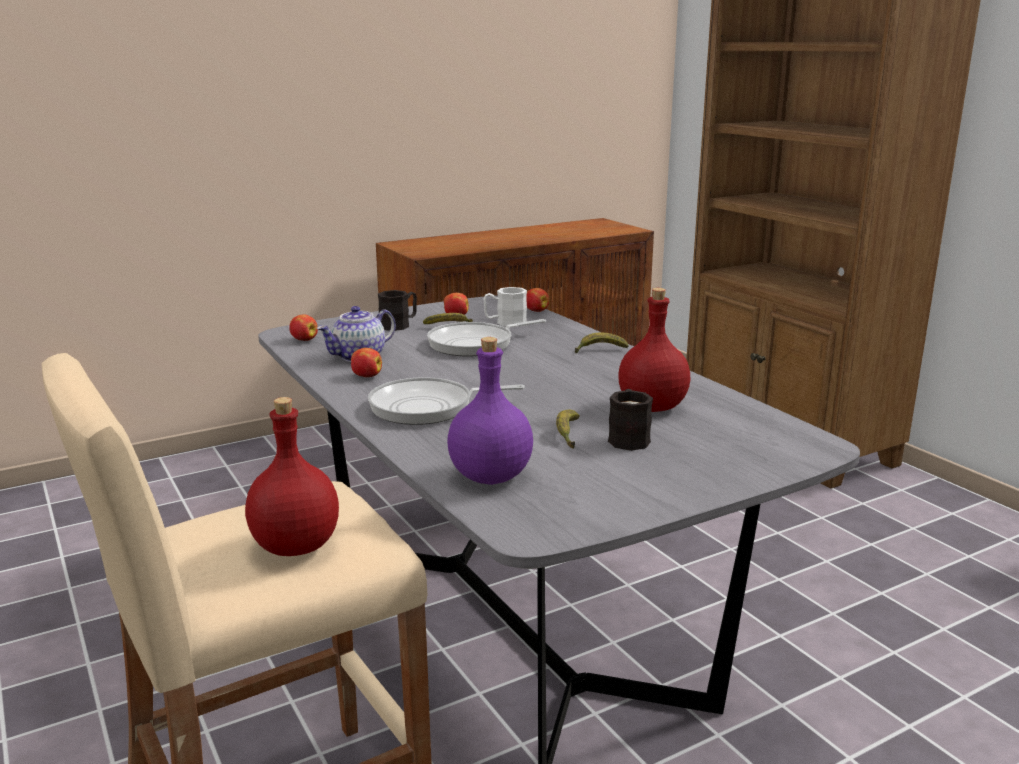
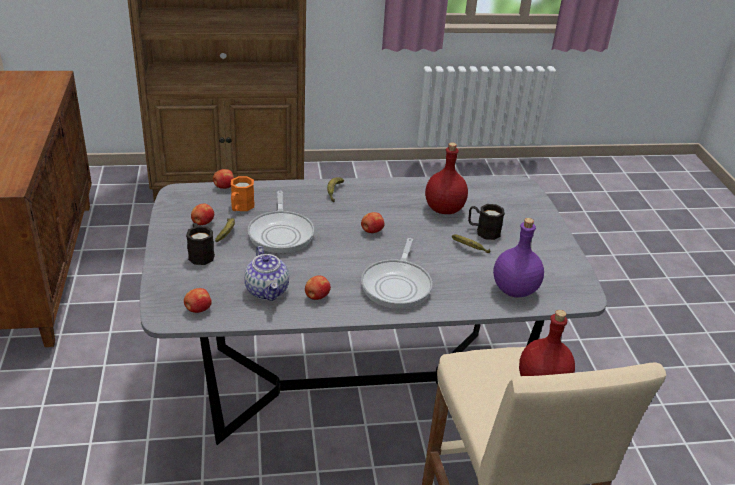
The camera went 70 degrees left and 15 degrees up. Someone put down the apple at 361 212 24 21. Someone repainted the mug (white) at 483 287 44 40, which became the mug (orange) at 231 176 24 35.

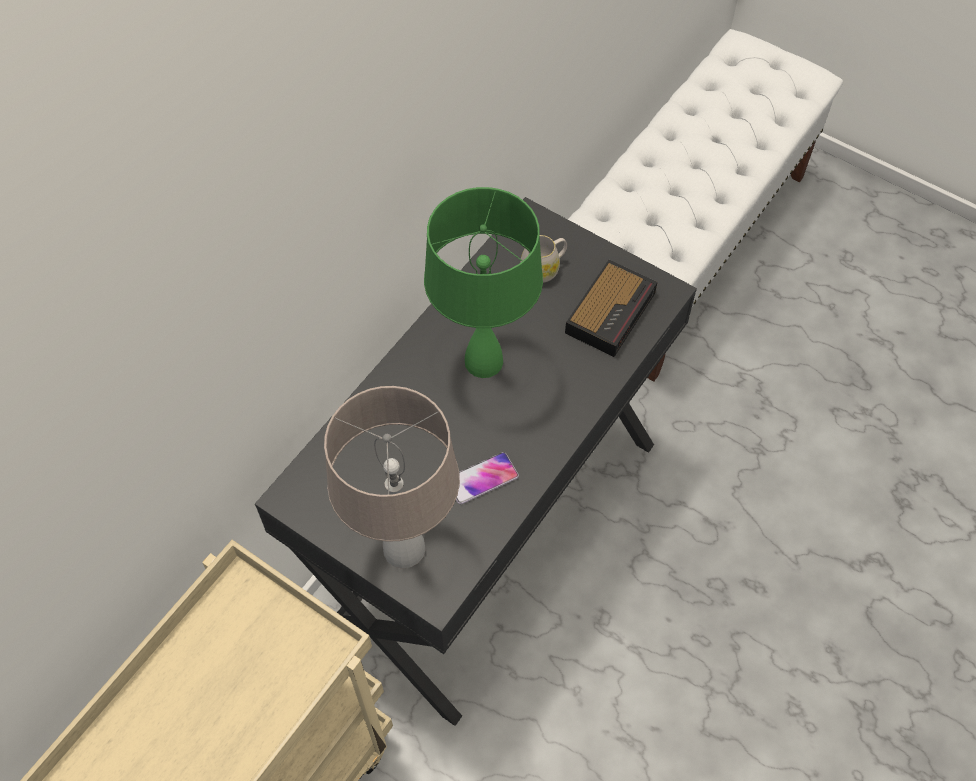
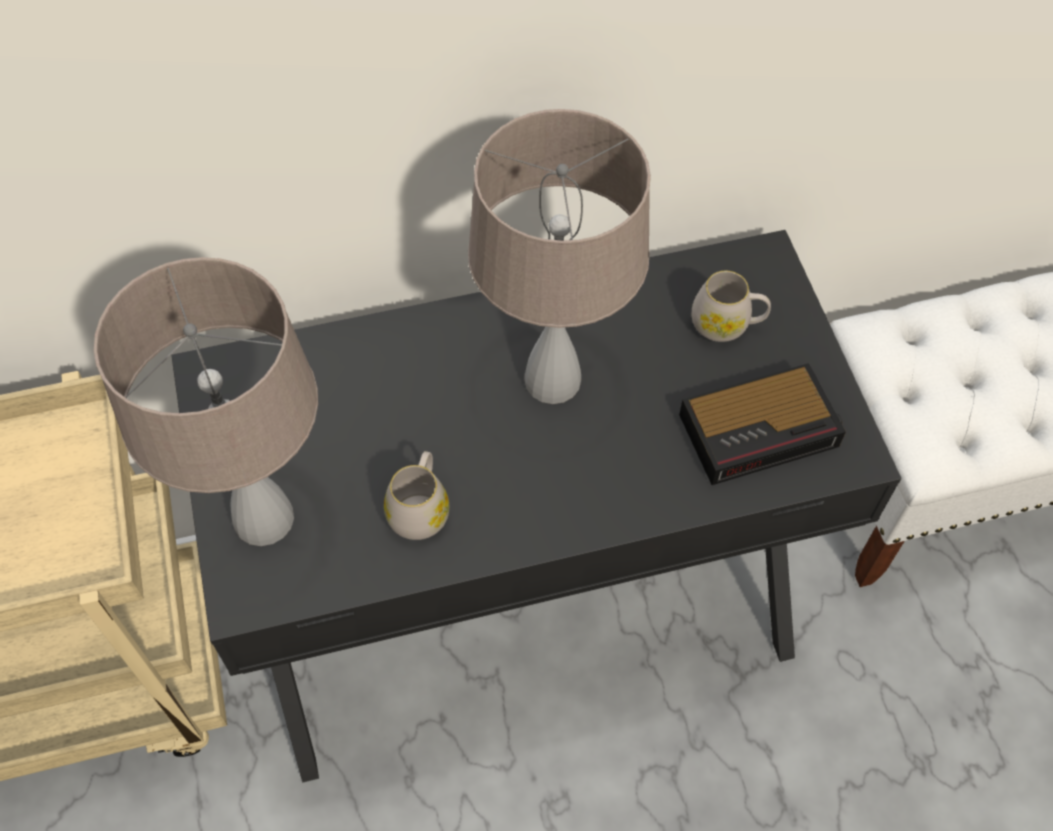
The camera went 40 degrees right and 0 degrees up. Someone swapped the phone at 456 452 63 52 for the mug (white) at 384 451 65 89. Someone repainted the table lamp (green) at 424 187 119 191, which became the table lamp (beige) at 468 109 183 295.

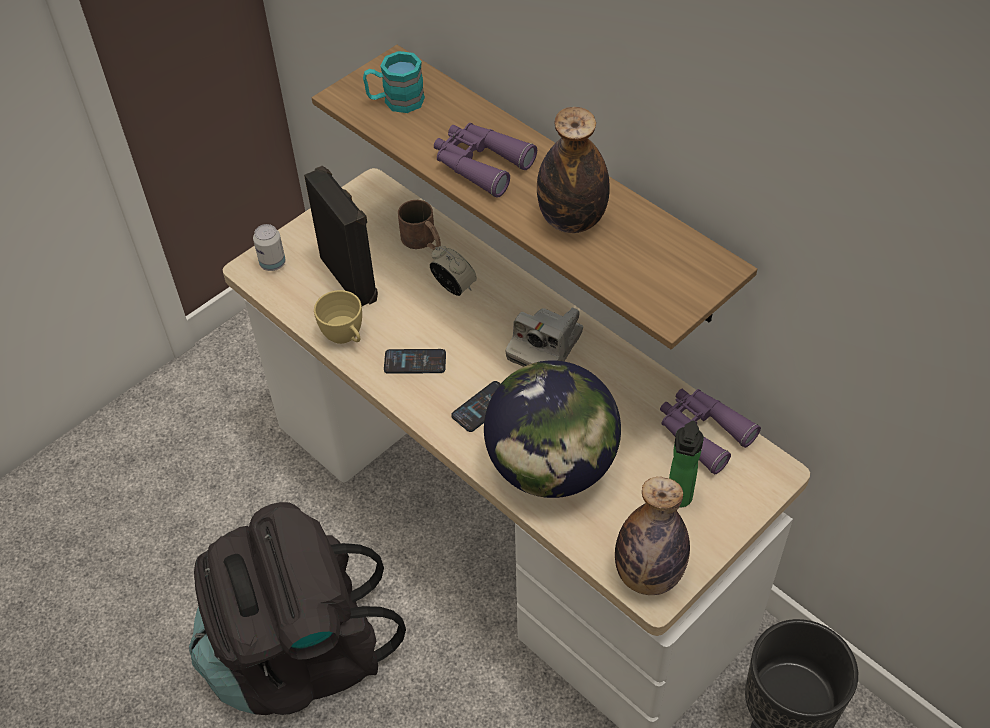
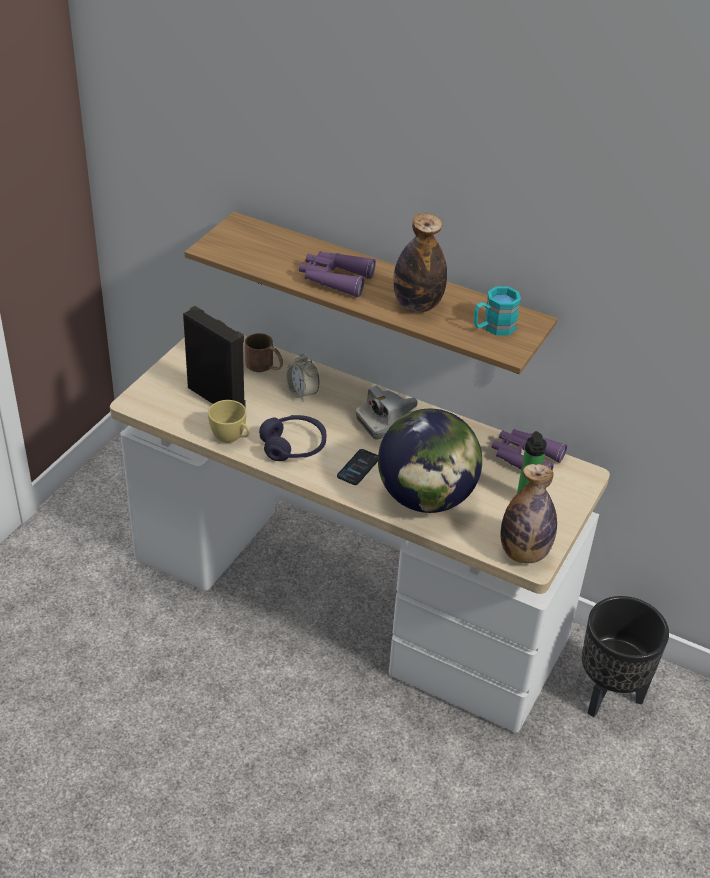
The camera went 20 degrees left and 10 degrees down. Someone took away the backpack (black) at 189 502 217 213. Someone took away the can at 253 224 33 47. Someone carried the mug (turquoise) from 363 51 62 62 to 474 286 47 49. Someone swapped the phone at 384 349 62 25 for the headphones (purple) at 259 415 67 46. Someone rotated the alarm clock at 430 246 47 50 by 150 degrees counterclockwise. Someone rotated the photo camera at 506 307 77 60 by 45 degrees clockwise.

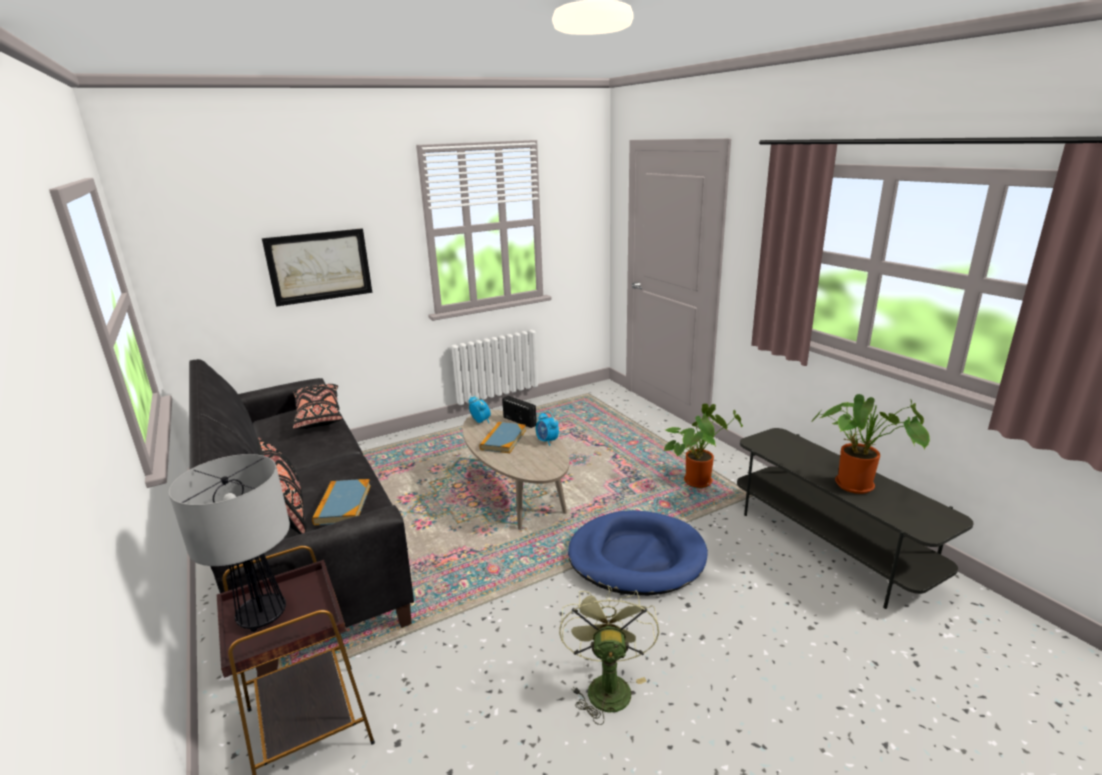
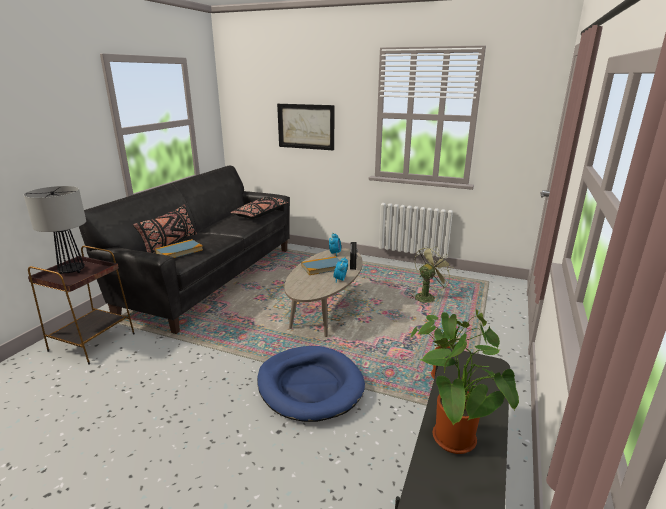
The camera went 50 degrees right and 0 degrees up. Someone carried the fan (green) from 559 585 100 140 to 410 246 44 57.

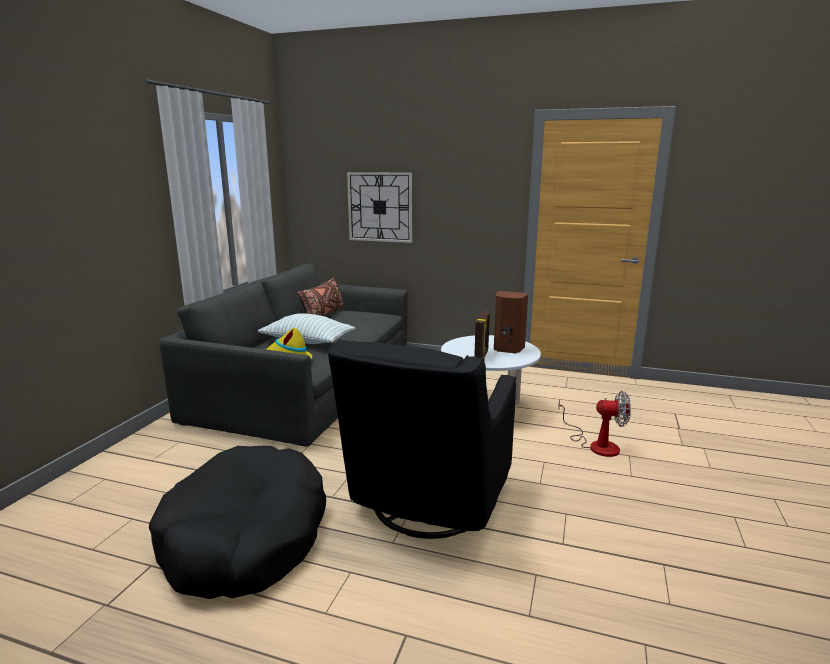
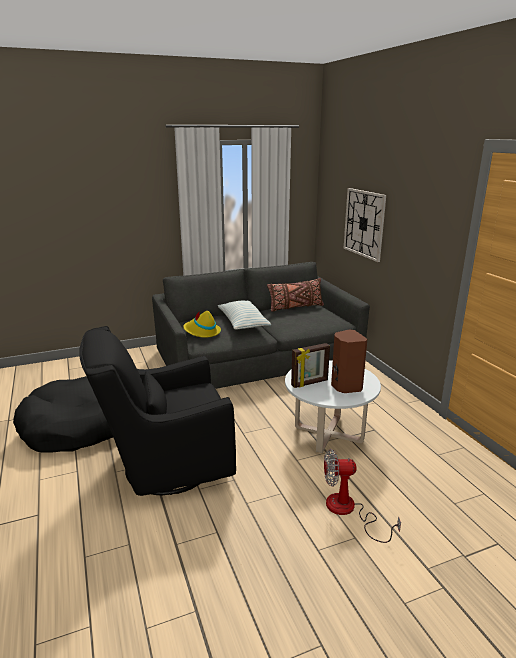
The camera went 50 degrees right and 5 degrees up. Someone rotated the fan at 558 391 73 66 by 120 degrees clockwise.

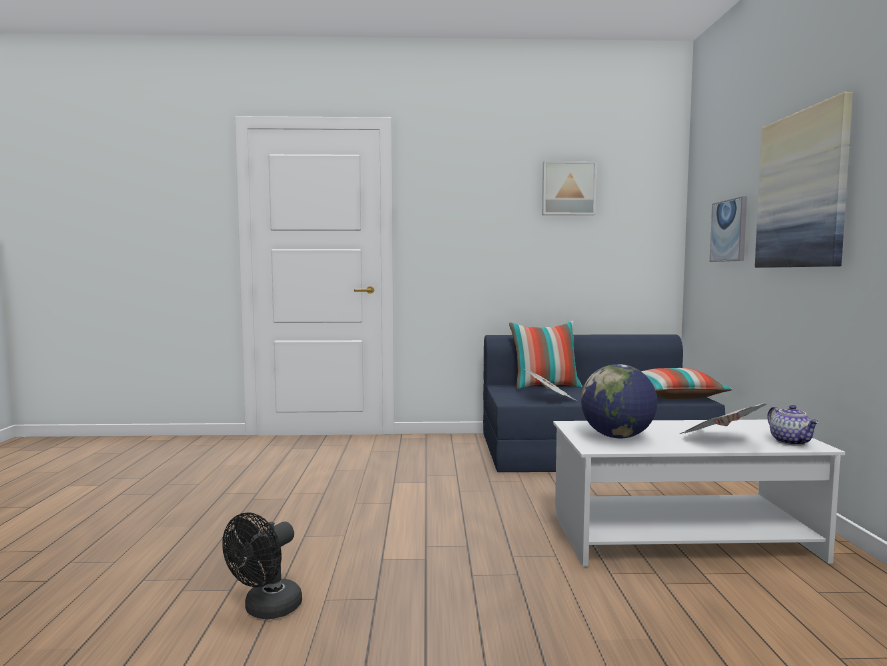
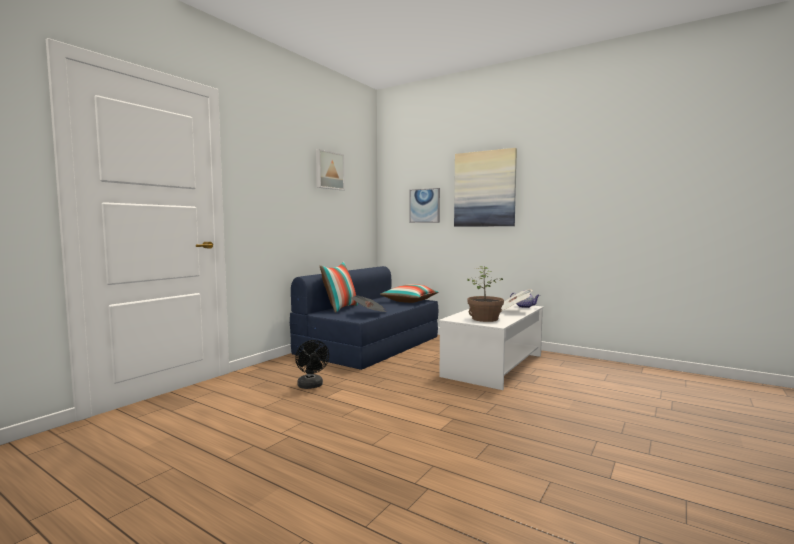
The camera went 55 degrees left and 0 degrees up. Someone carried the fan (black) from 222 512 80 107 to 295 340 34 49. Someone swapped the globe at 581 364 76 74 for the potted plant at 467 266 37 56.

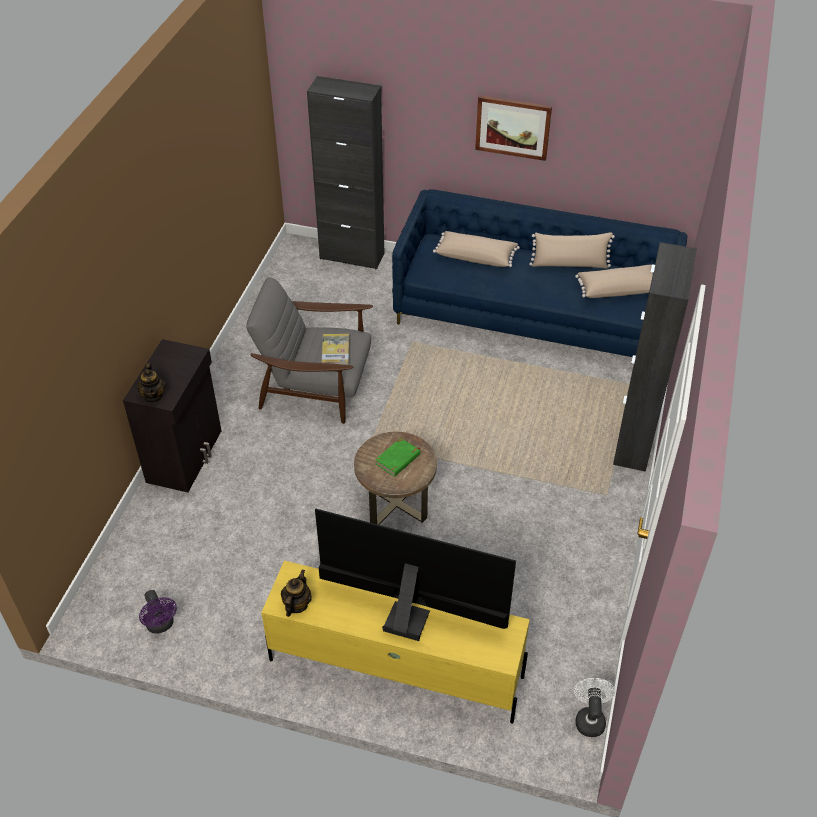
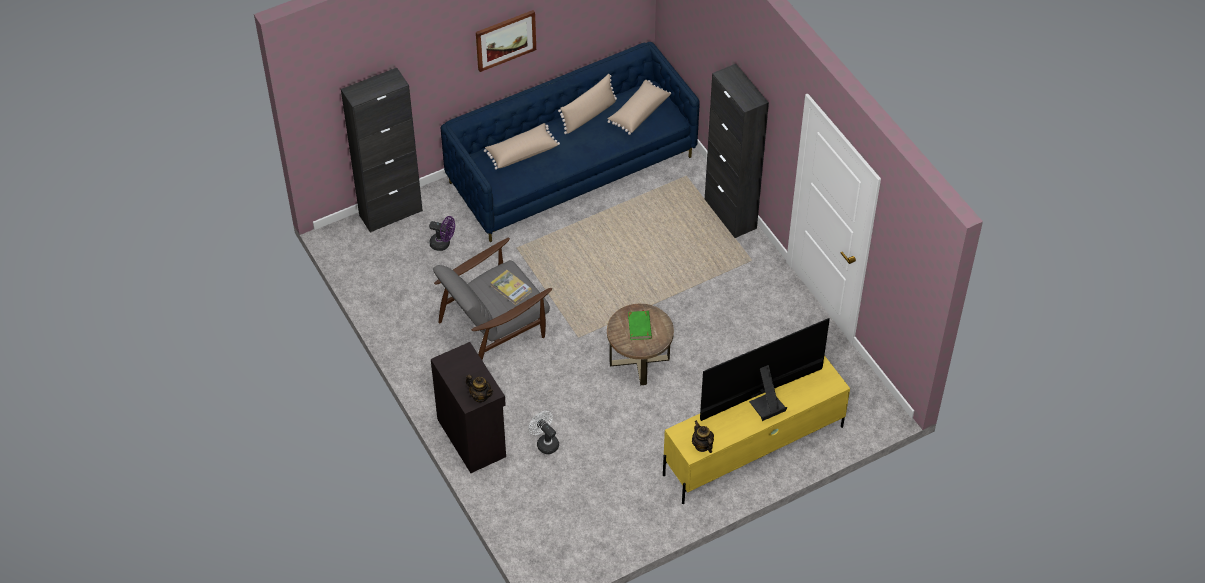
The camera went 45 degrees left and 5 degrees up. Someone carried the fan (purple) from 139 590 38 43 to 429 216 26 35. Someone carried the fan (white) from 574 678 41 59 to 529 411 30 43.

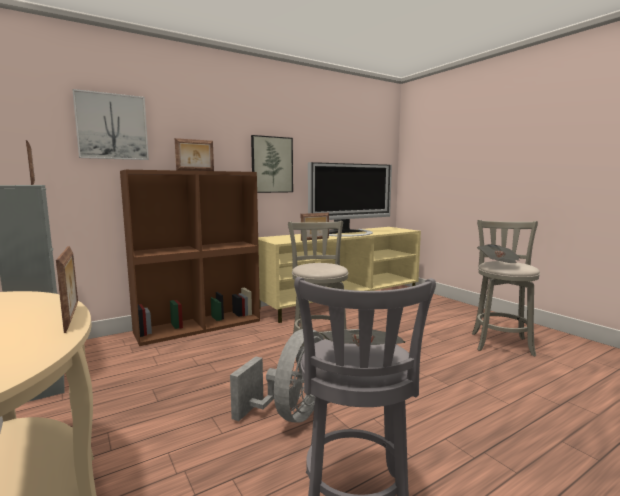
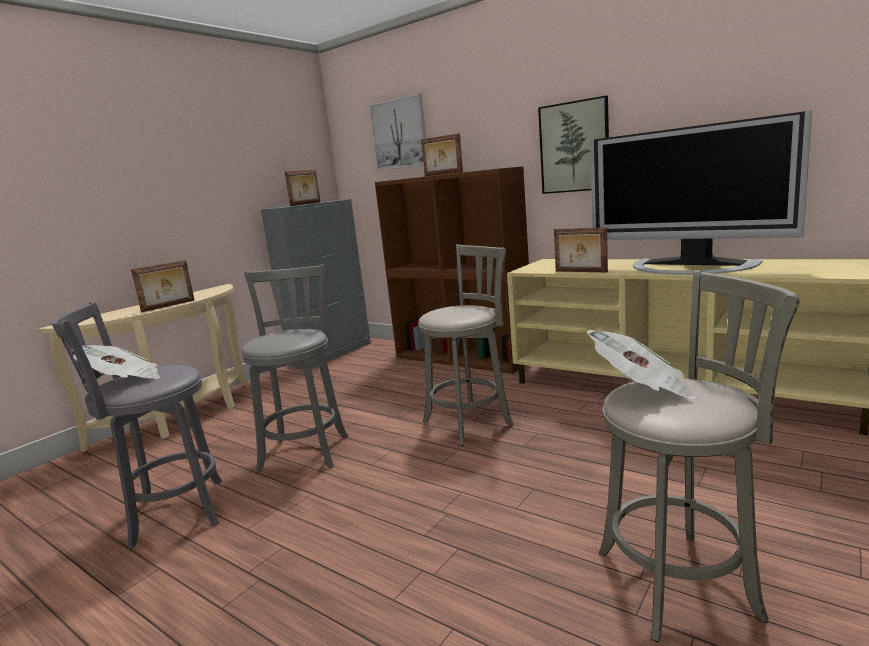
The camera went 70 degrees right and 5 degrees up. Someone swapped the fan (grey) at 230 329 94 94 for the stool (grey) at 241 264 107 209.

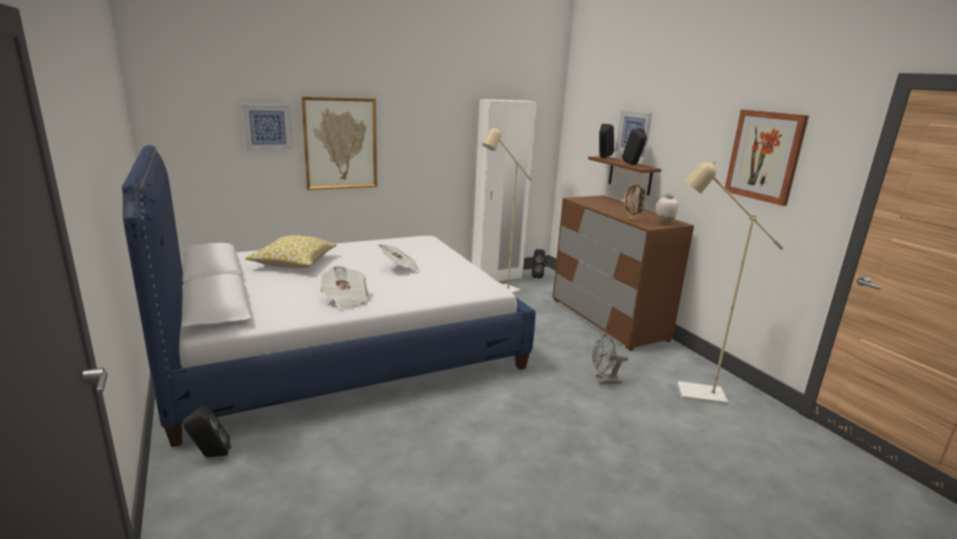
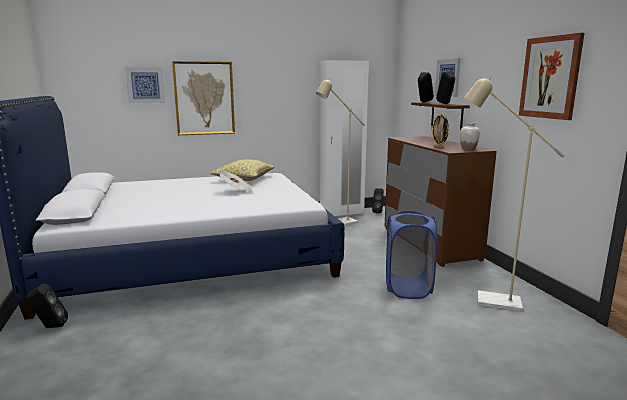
The camera went 10 degrees right and 5 degrees down. Someone took away the newspaper at 320 266 49 45. Someone carried the pillow from 245 235 92 33 to 210 160 65 21. Someone swapped the fan (grey) at 592 335 37 49 for the laundry basket (blue) at 386 211 51 88.

